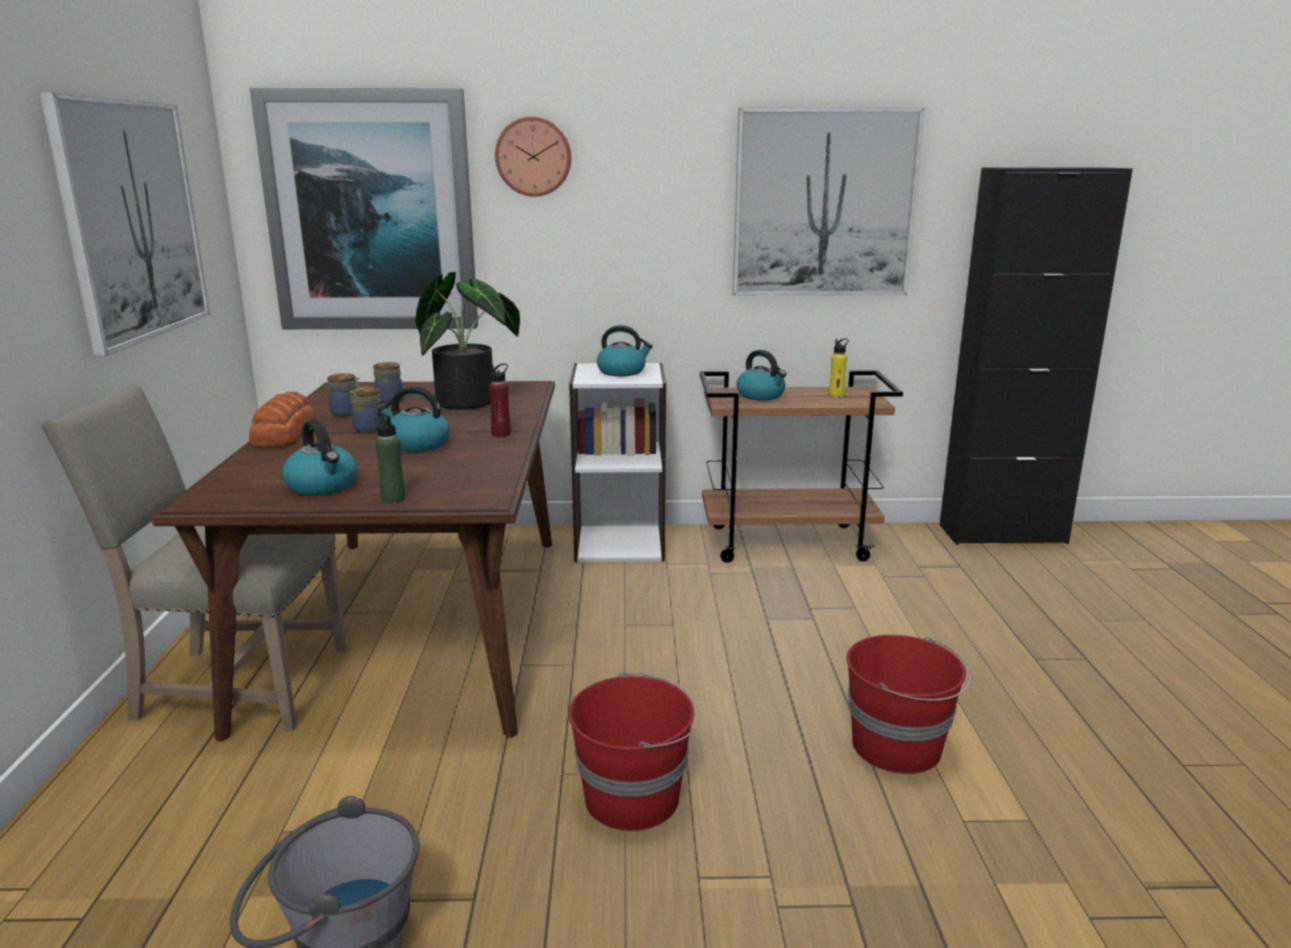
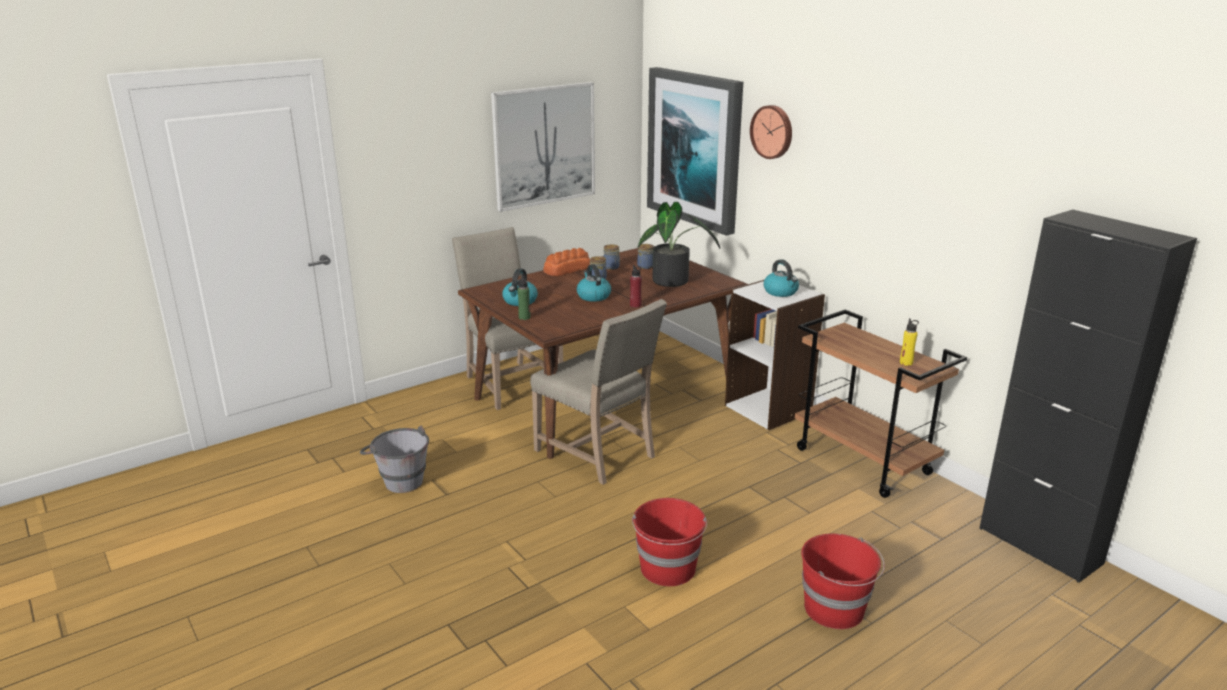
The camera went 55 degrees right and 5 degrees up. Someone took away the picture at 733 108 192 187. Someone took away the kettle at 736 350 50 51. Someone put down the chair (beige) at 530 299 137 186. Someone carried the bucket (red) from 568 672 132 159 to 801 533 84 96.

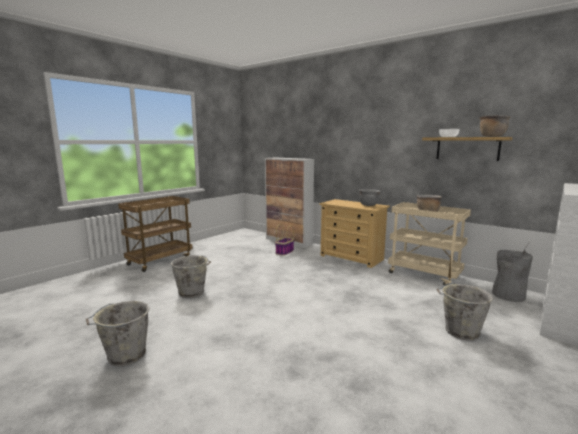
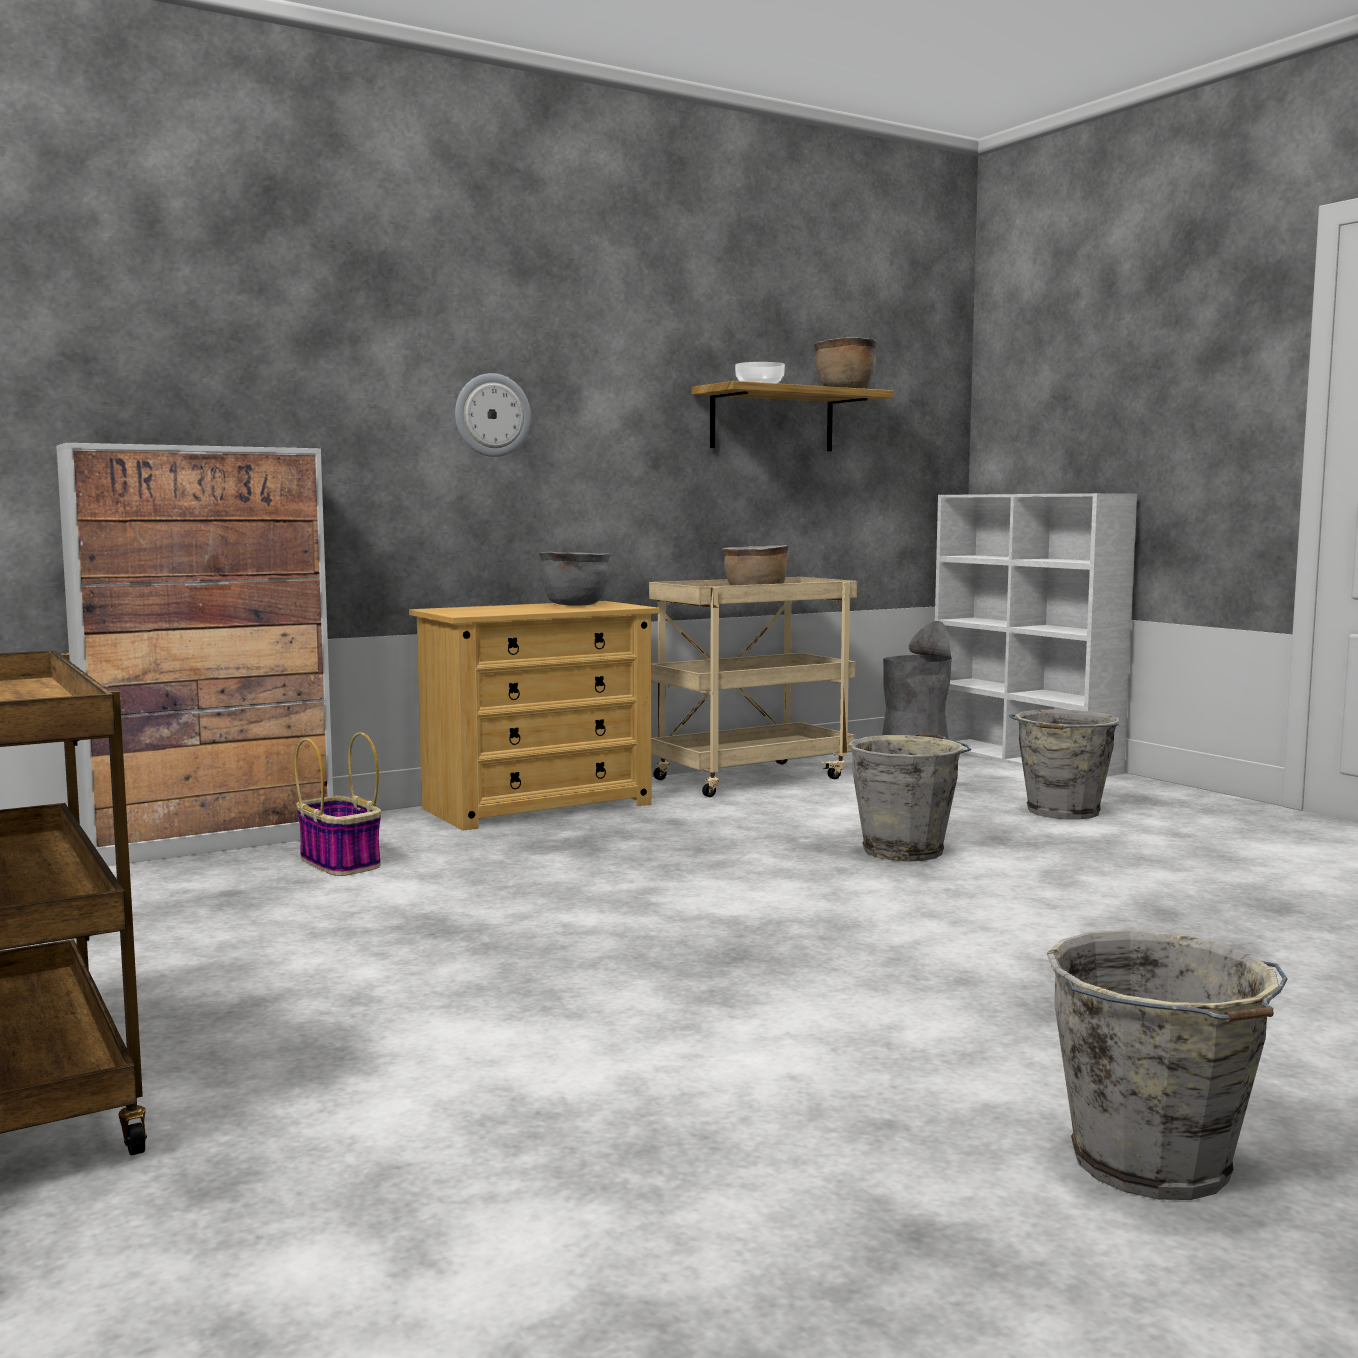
The camera went 70 degrees left and 5 degrees down. Someone put up the wall clock at 455 373 76 84. Someone carried the bucket (grey) from 171 256 40 42 to 848 733 123 129.

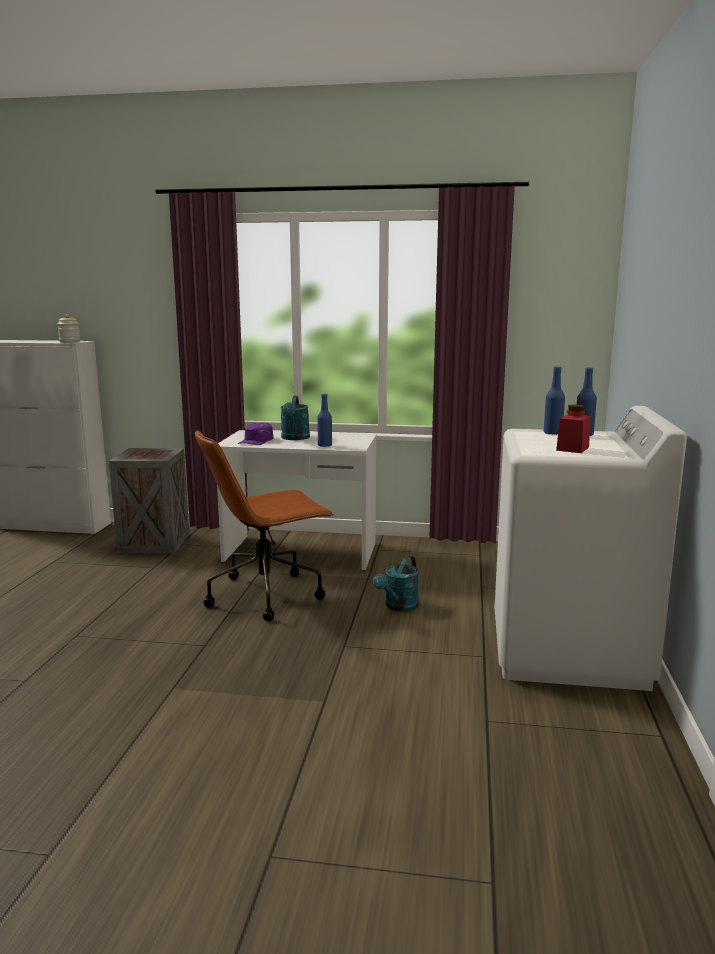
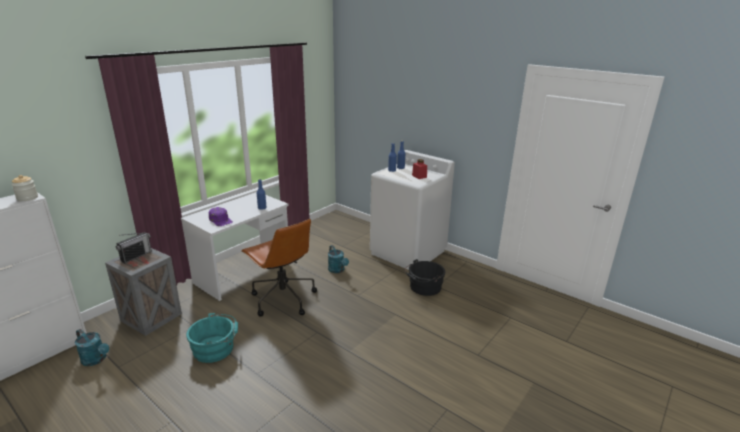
The camera went 60 degrees left and 10 degrees up. Someone put down the radio at 116 232 36 31. Someone put down the bucket (turquoise) at 186 313 52 50. Someone put down the bucket (black) at 405 259 40 37. Someone carried the watering can (turquoise) from 280 396 30 44 to 75 329 34 37. Someone rotated the office chair (brown) at 195 430 139 191 by 45 degrees counterclockwise.

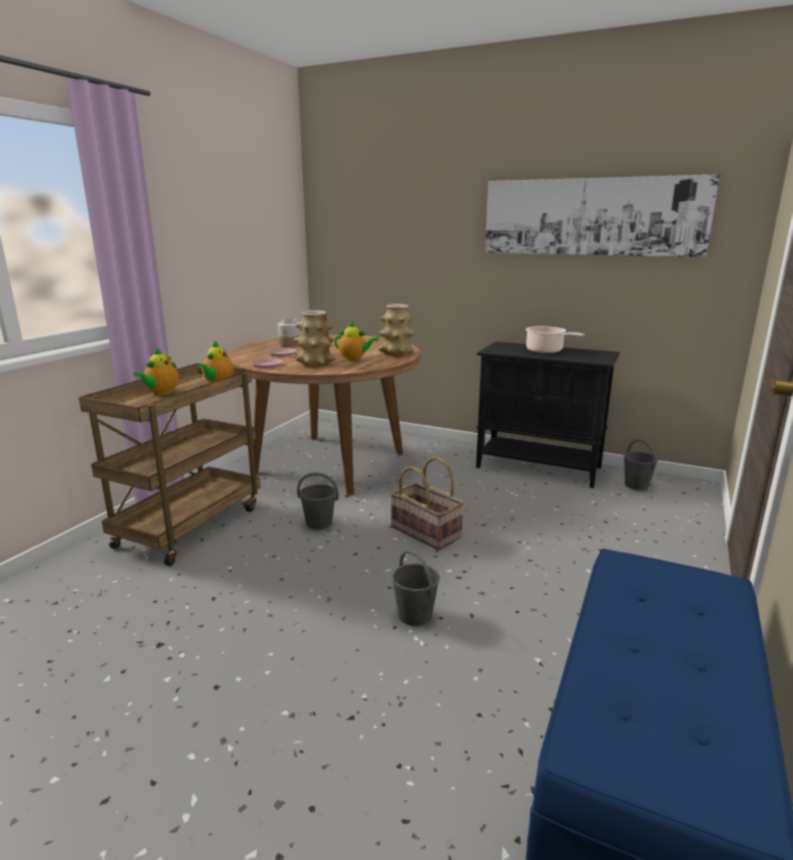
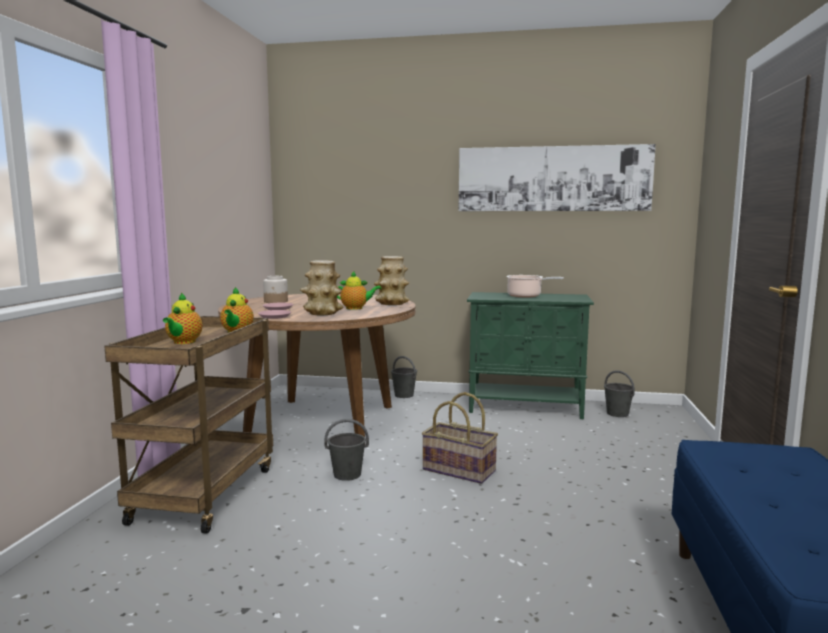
The camera went 15 degrees left and 10 degrees down. Someone carried the bucket (grey) from 392 549 48 77 to 391 356 26 42. Someone repainted the cabinet (black) at 476 342 144 146, which became the cabinet (green) at 467 292 127 127.

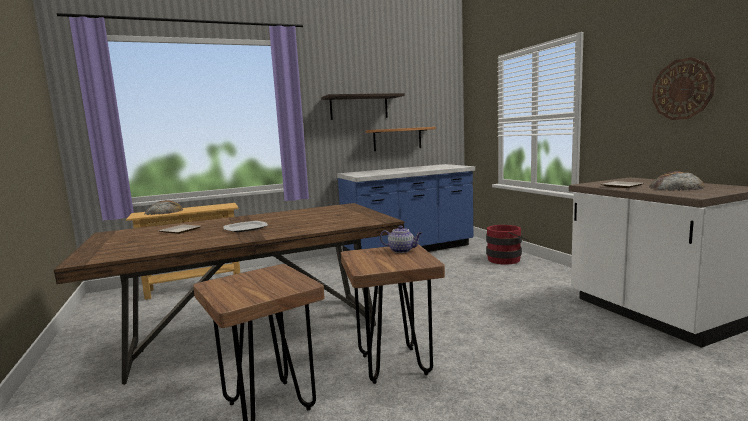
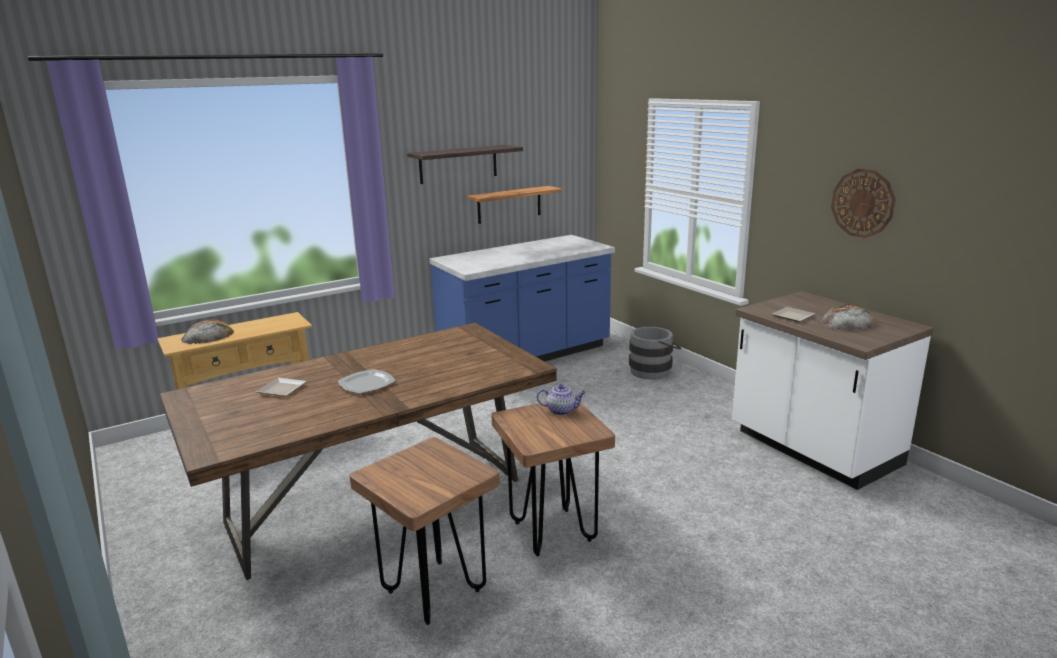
The camera went 10 degrees left and 10 degrees up. Someone repainted the bucket (red) at 486 225 42 40, which became the bucket (grey) at 629 327 52 53.

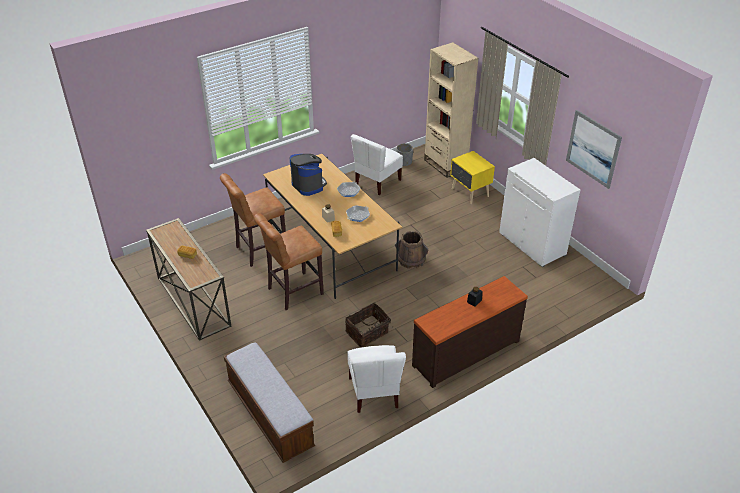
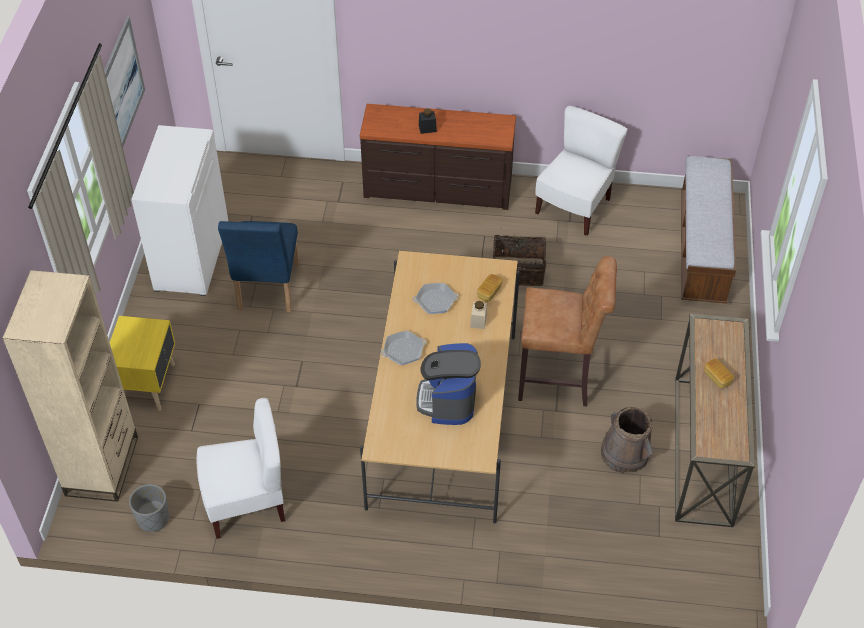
The camera went 140 degrees left and 10 degrees up. Someone took away the stool (brown) at 220 173 66 94. Someone put down the chair (blue) at 218 221 81 92. Someone carried the bucket (brown) from 395 231 33 38 to 601 407 51 66.

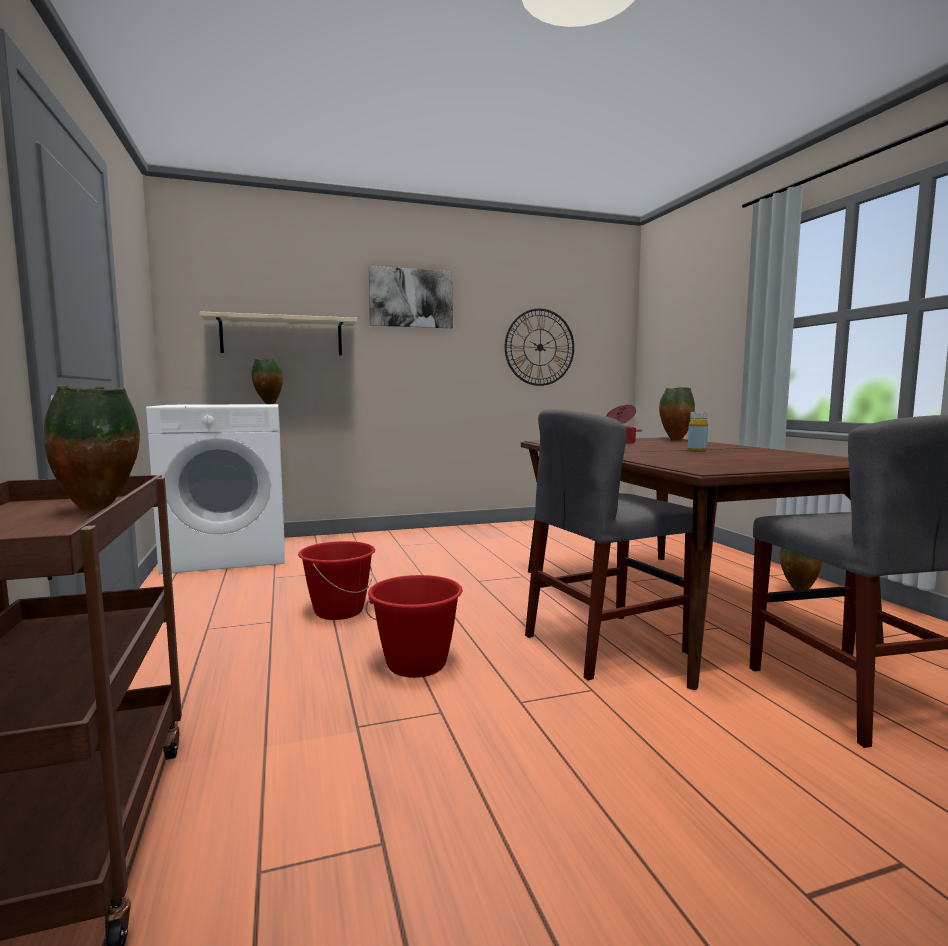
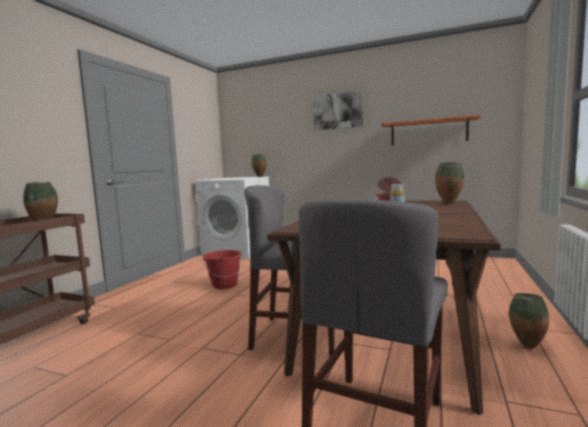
The camera went 40 degrees right and 0 degrees up. Someone took away the shelf (beige) at 200 311 157 44. Someone took away the bucket (red) at 366 575 97 103. Someone swapped the wall clock at 505 308 69 78 for the shelf (orange) at 381 115 100 30.

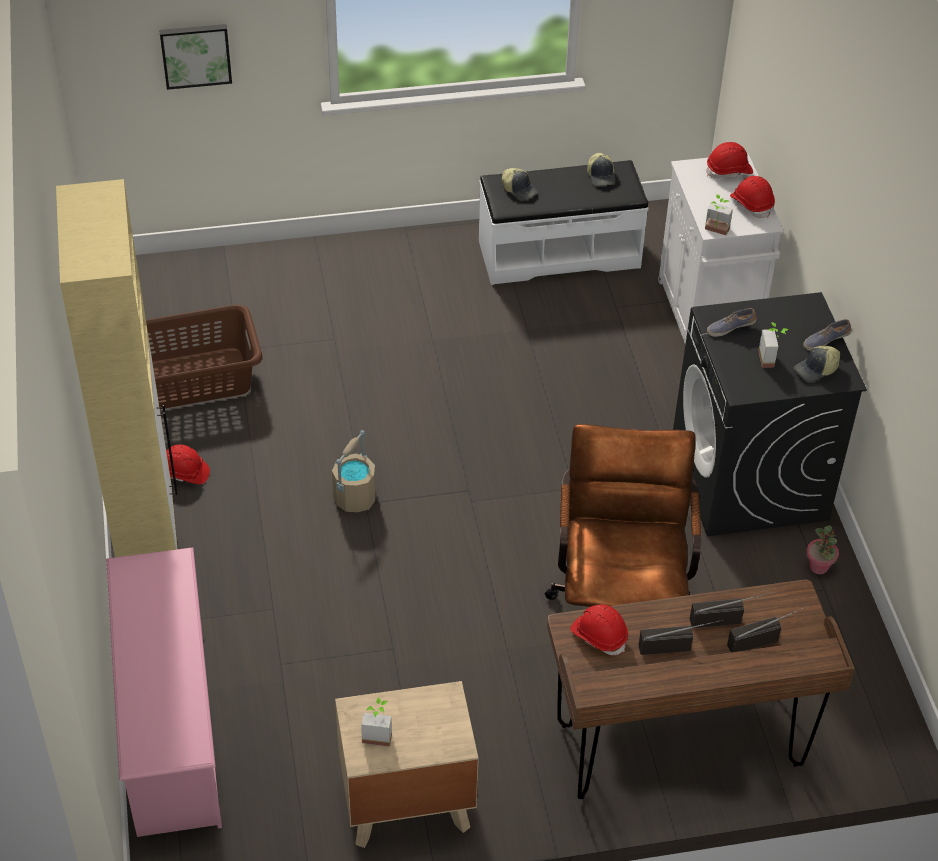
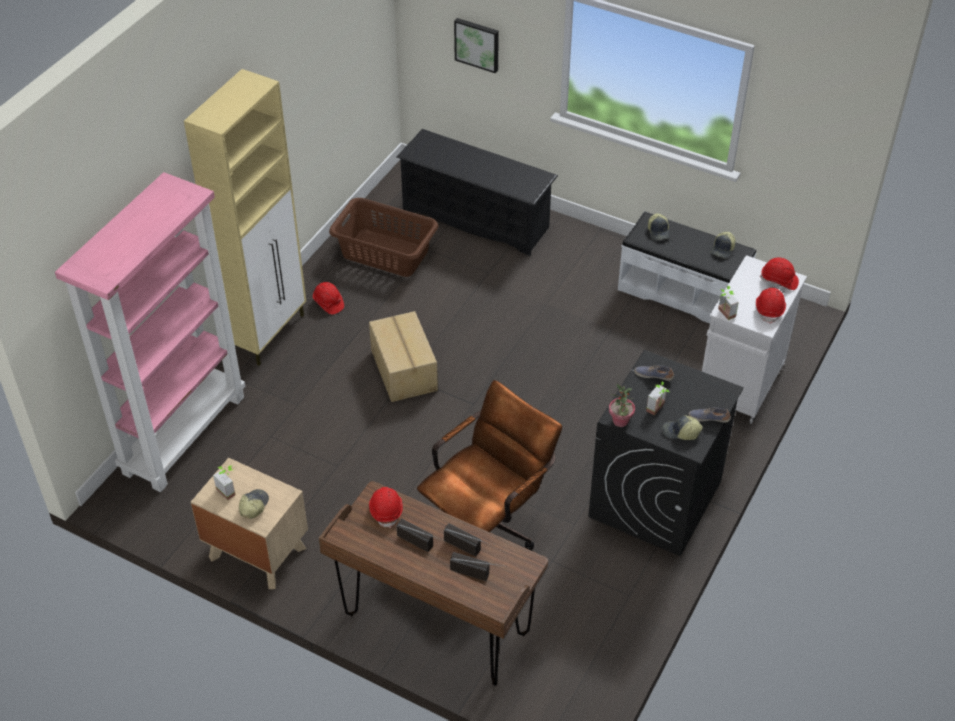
The camera went 40 degrees right and 0 degrees up. Someone put down the cap at 239 489 30 30. Someone put down the shoe rack (black) at 397 129 161 127. Someone carried the potted plant from 806 525 33 49 to 609 384 26 43. Someone swapped the shoe rack (pink) at 106 547 116 290 for the bookcase (pink) at 55 172 190 320. Someone swapped the bucket (beige) at 332 430 44 82 for the cardboard box at 369 311 69 91.

